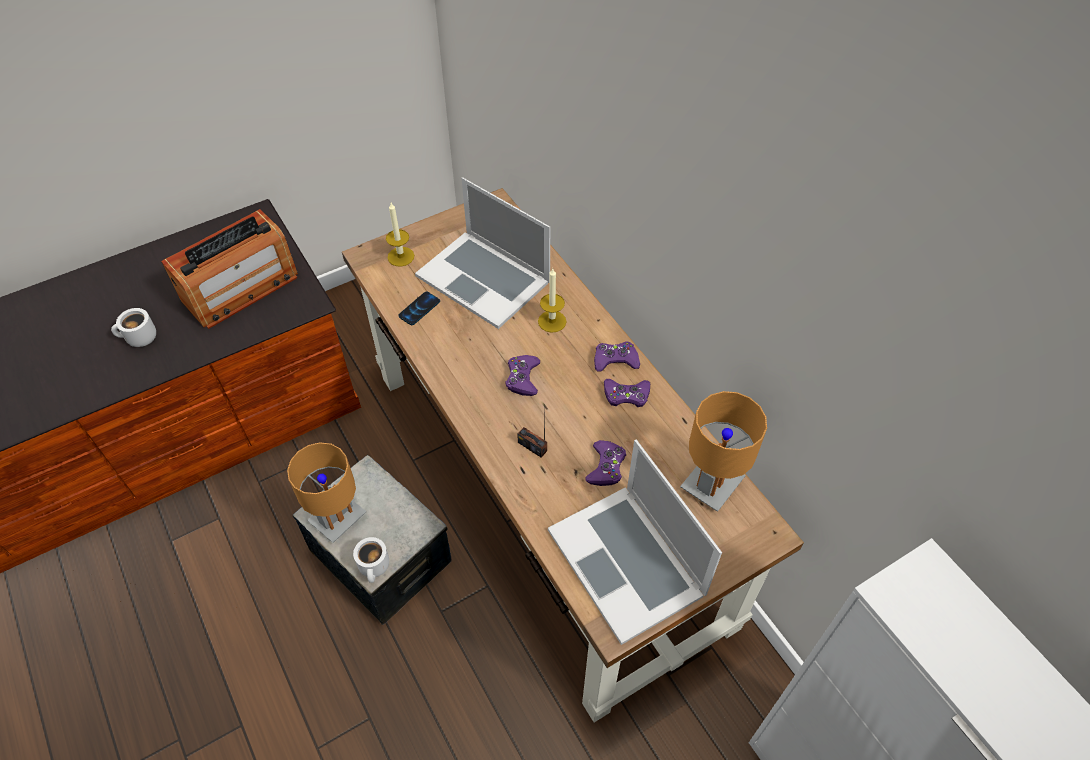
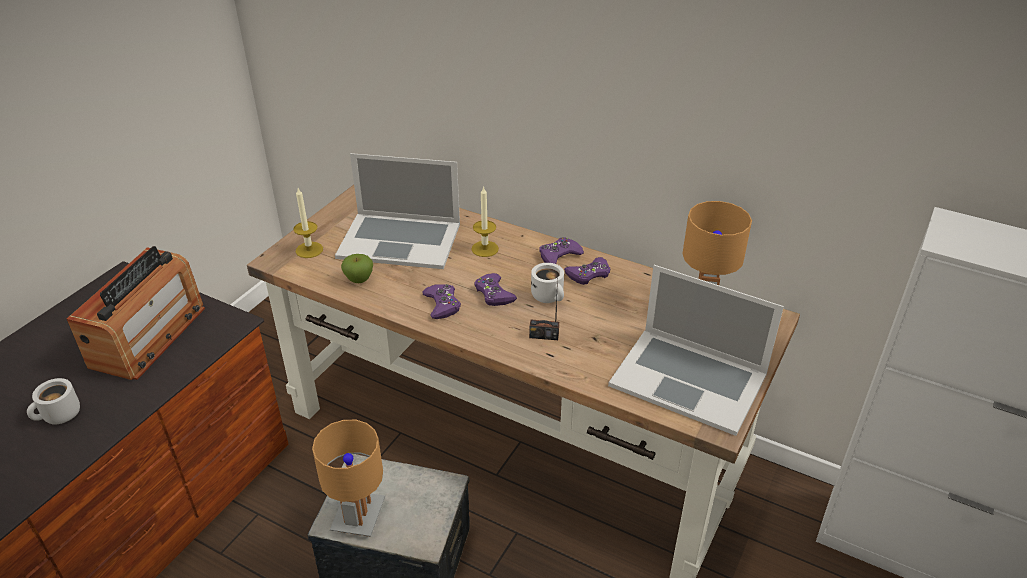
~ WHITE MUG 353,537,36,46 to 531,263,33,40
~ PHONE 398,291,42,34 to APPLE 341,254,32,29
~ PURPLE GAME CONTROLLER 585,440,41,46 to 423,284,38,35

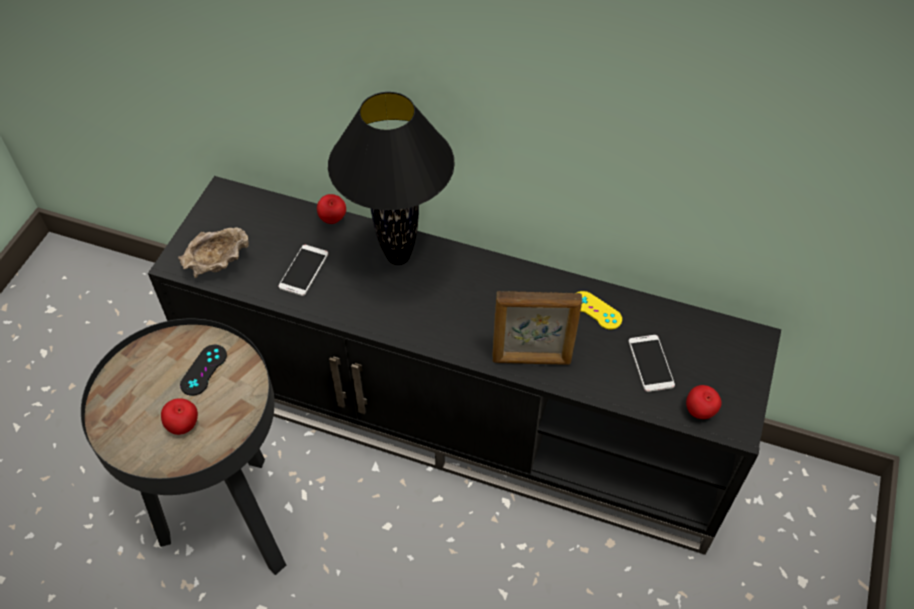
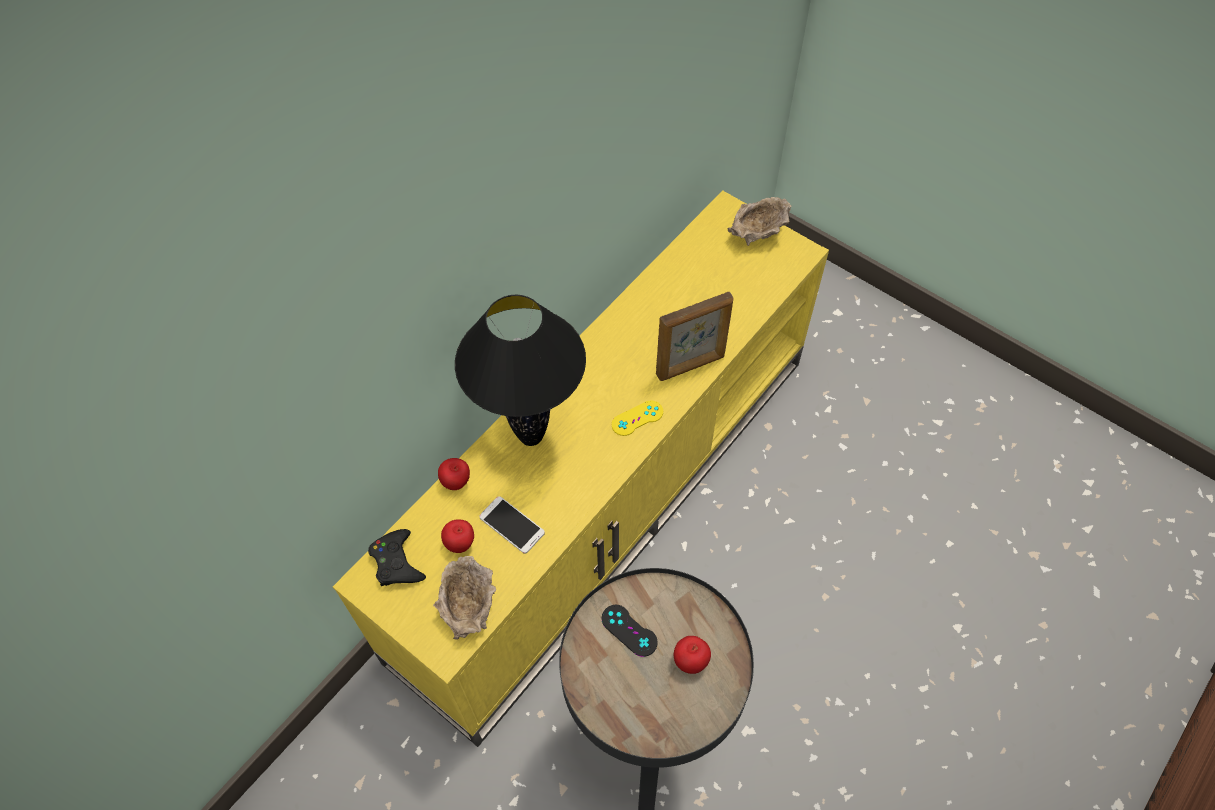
~ BLACK TV STAND 148,176,633,379 to YELLOW TV STAND 333,190,496,557
~ PICTURE FRAME 493,291,89,74 = 656,291,77,90 45 degrees clockwise
~ YELLOW GAME CONTROLLER 577,291,45,38 to 612,400,51,36
- PHONE 628,335,47,57
~ APPLE 686,385,36,34 to 441,519,33,34
+ BLACK GAME CONTROLLER 368,529,58,57
+ BEIGE BOWL 728,197,63,49

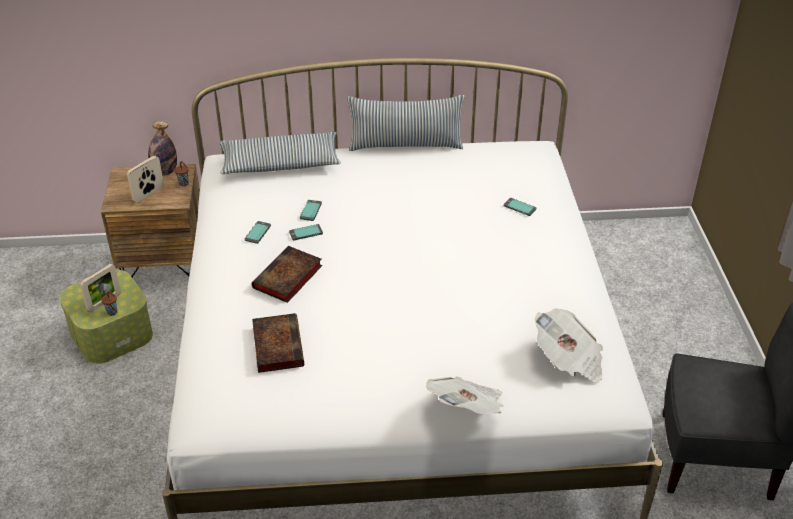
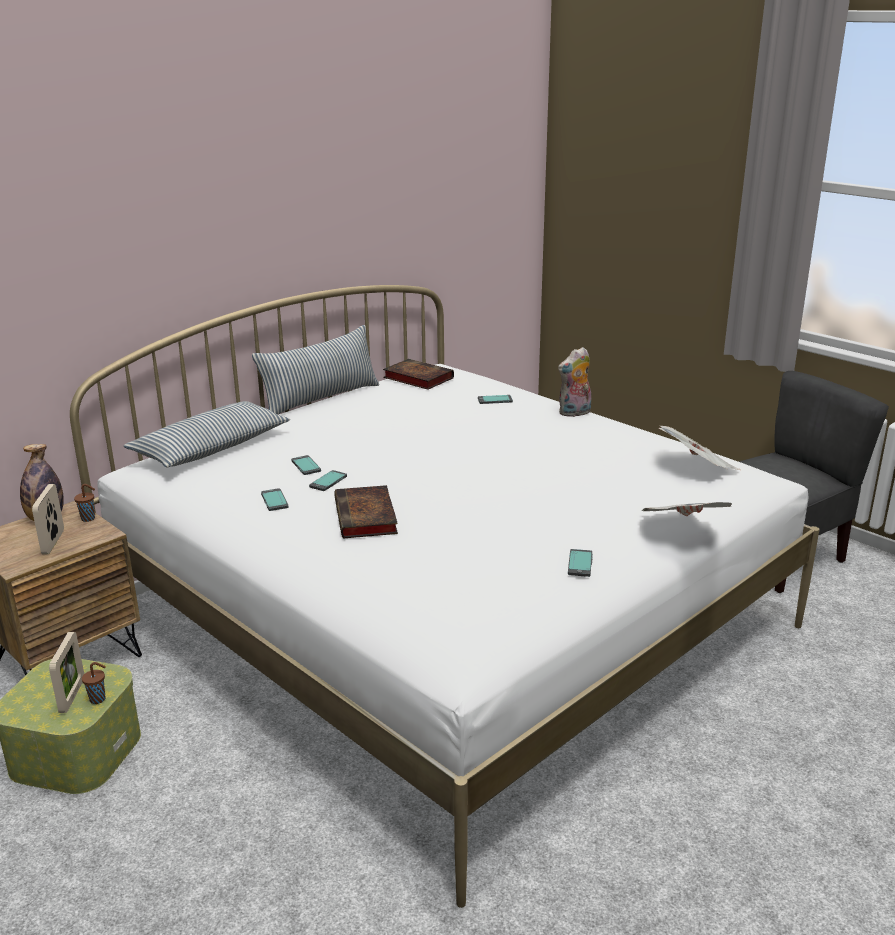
~ BOOK 252,313,52,60 to 383,359,71,31
+ PLUSH TOY 558,347,33,70
+ PHONE 568,549,25,28

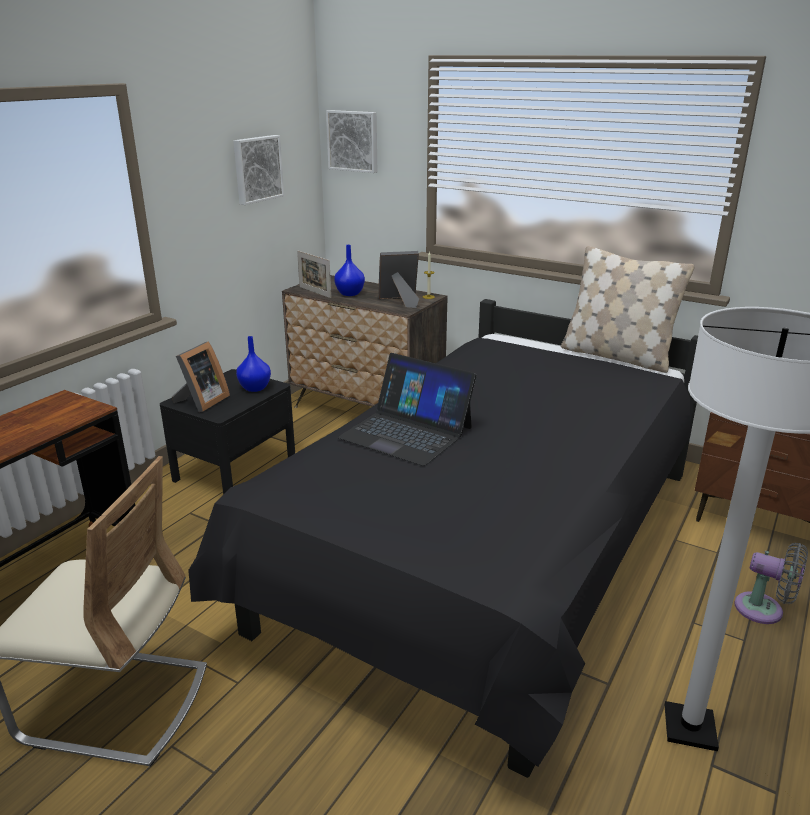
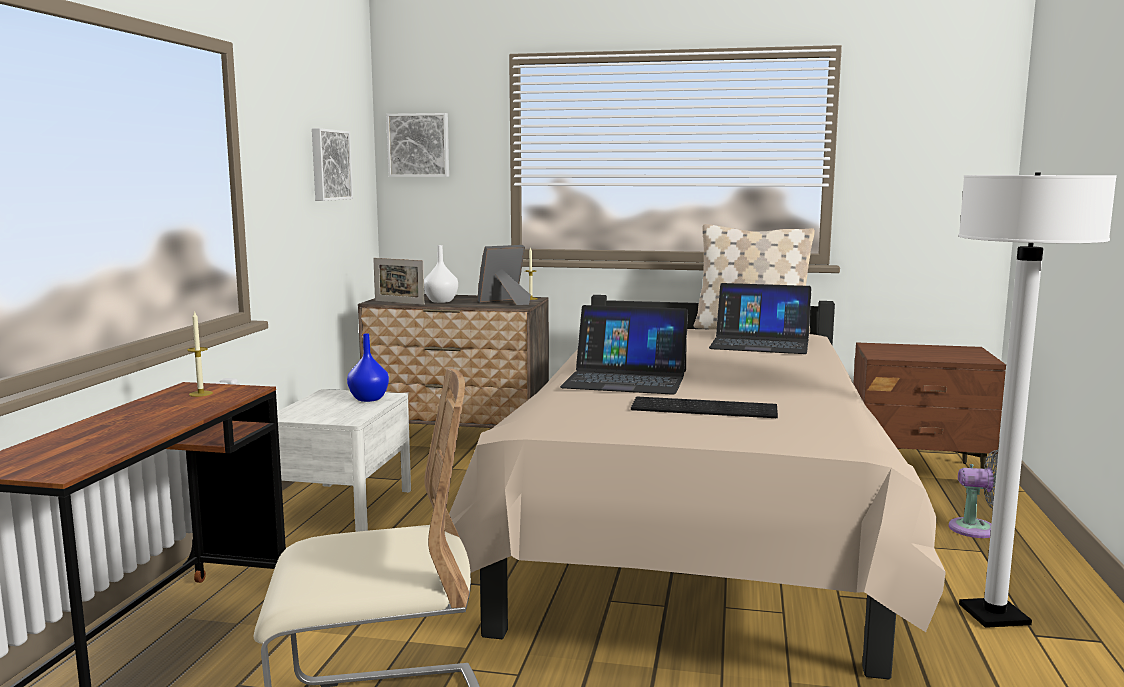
~ BLACK NIGHTSTAND 160,369,135,125 to WHITE NIGHTSTAND 277,389,134,143
- PICTURE FRAME 172,341,58,71
~ BLACK BED 188,299,510,479 to BEIGE BED 449,295,497,384
~ BLUE VASE 334,245,31,51 to WHITE VASE 424,245,34,58
+ CANDLE 187,311,26,86
+ KEYBOARD 631,397,147,21
+ LAPTOP 709,283,102,71

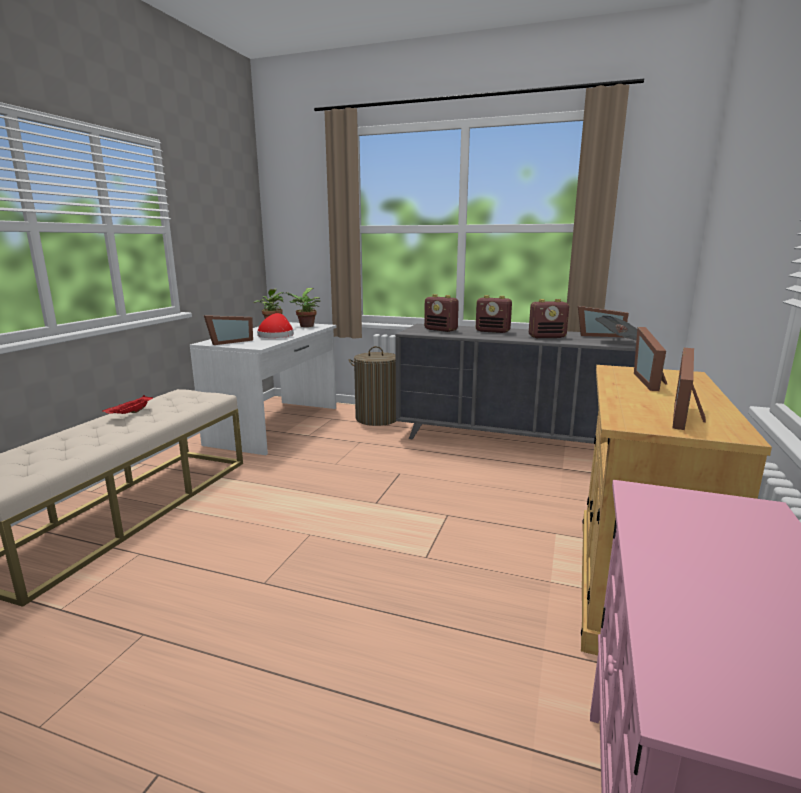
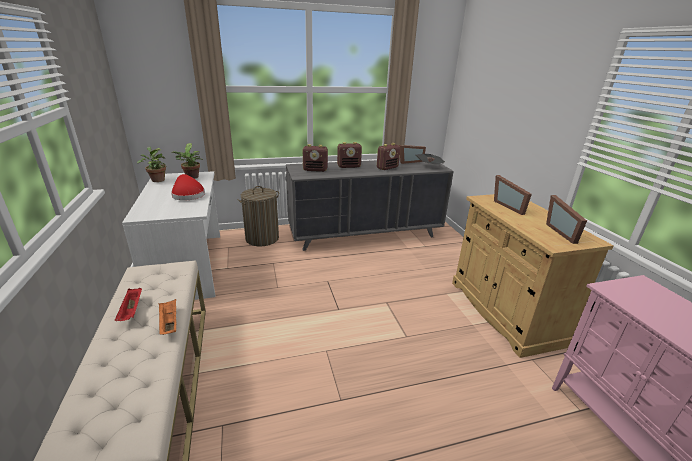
- PICTURE FRAME 204,315,49,30
+ ORANGE TRAY 158,299,18,36

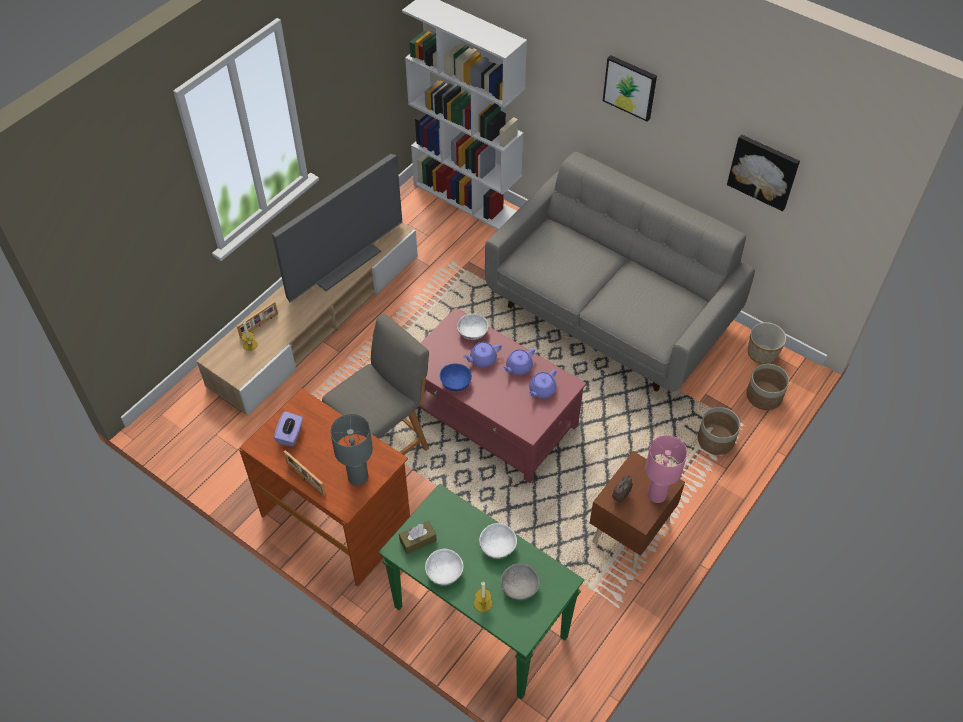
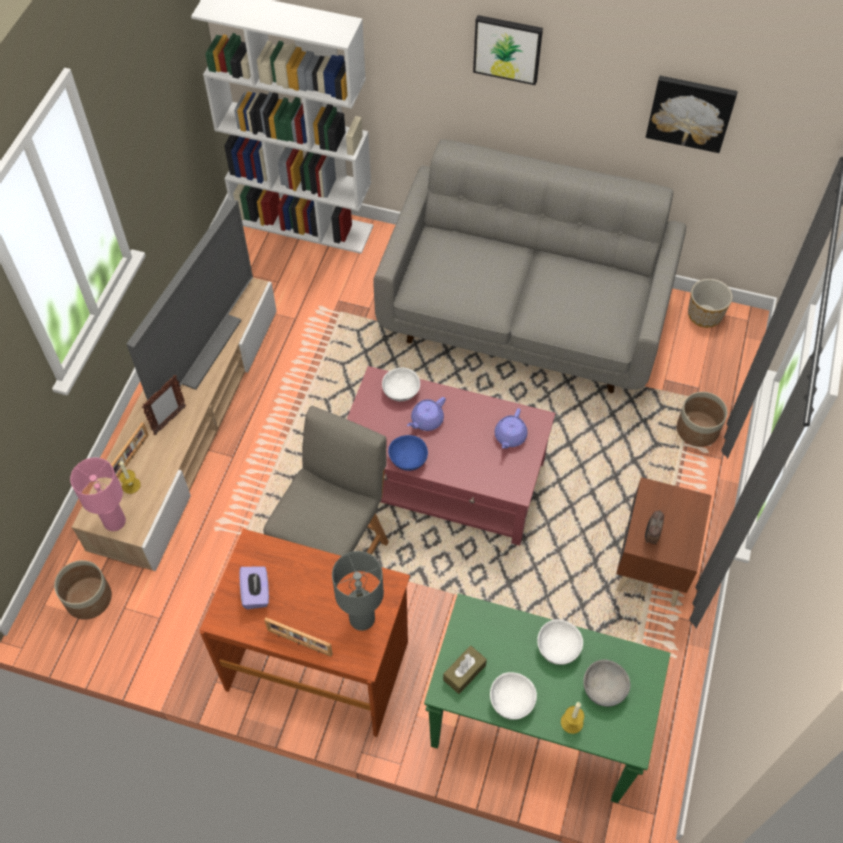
- PURPLE TEAPOT 502,348,33,27
~ PINK TABLE LAMP 645,435,42,68 to 70,458,56,73
~ PLANTER 746,364,43,46 to 54,560,58,60
+ PICTURE FRAME 142,375,44,60

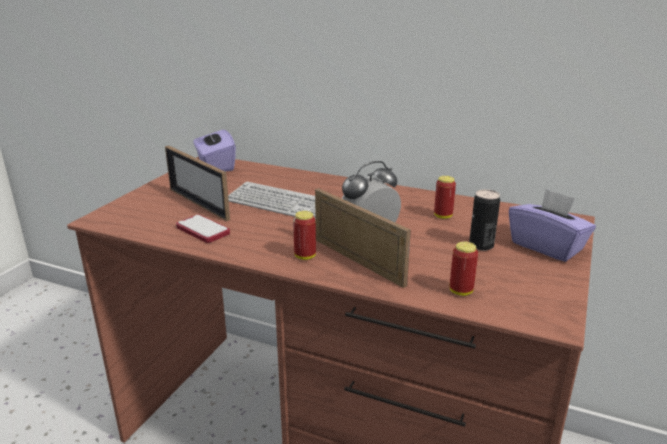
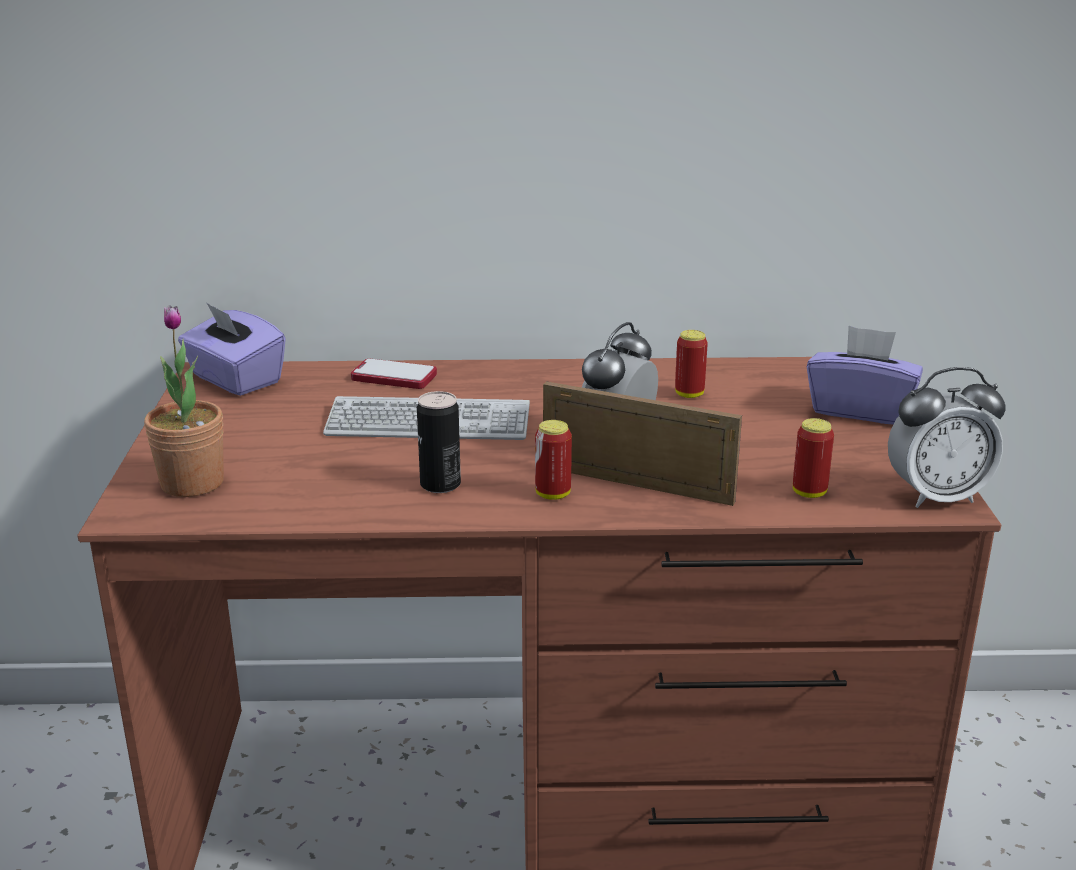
- PICTURE FRAME 165,145,65,76
~ PHONE 176,215,54,28 to 351,359,86,30
~ CAN 469,189,31,62 to 417,391,44,102
+ POTTED PLANT 144,305,80,192
+ ALARM CLOCK 888,367,118,141

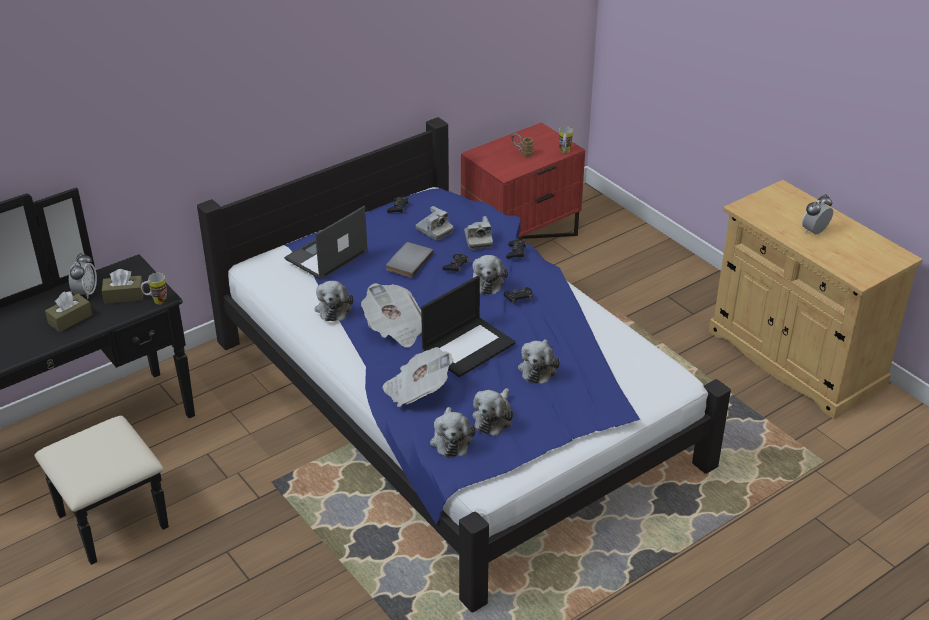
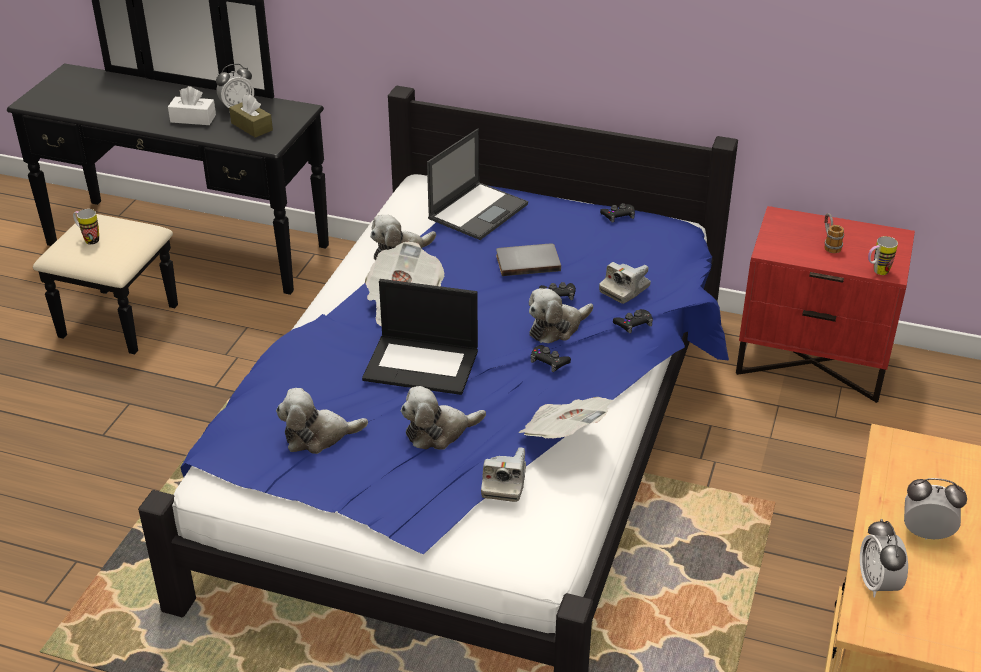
~ BROWN TISSUE BOX 45,291,47,41 to WHITE TISSUE BOX 168,86,48,39
~ MUG 141,273,26,31 to 73,209,26,36
~ LAPTOP 284,206,84,74 = 427,129,101,111 120 degrees clockwise
~ NEWSPAPER 382,347,71,60 to 518,397,95,41
~ PHOTO CAMERA 416,206,38,35 to 481,447,45,55
- PLUSH TOY 430,407,46,50
+ ALARM CLOCK 860,519,48,79

